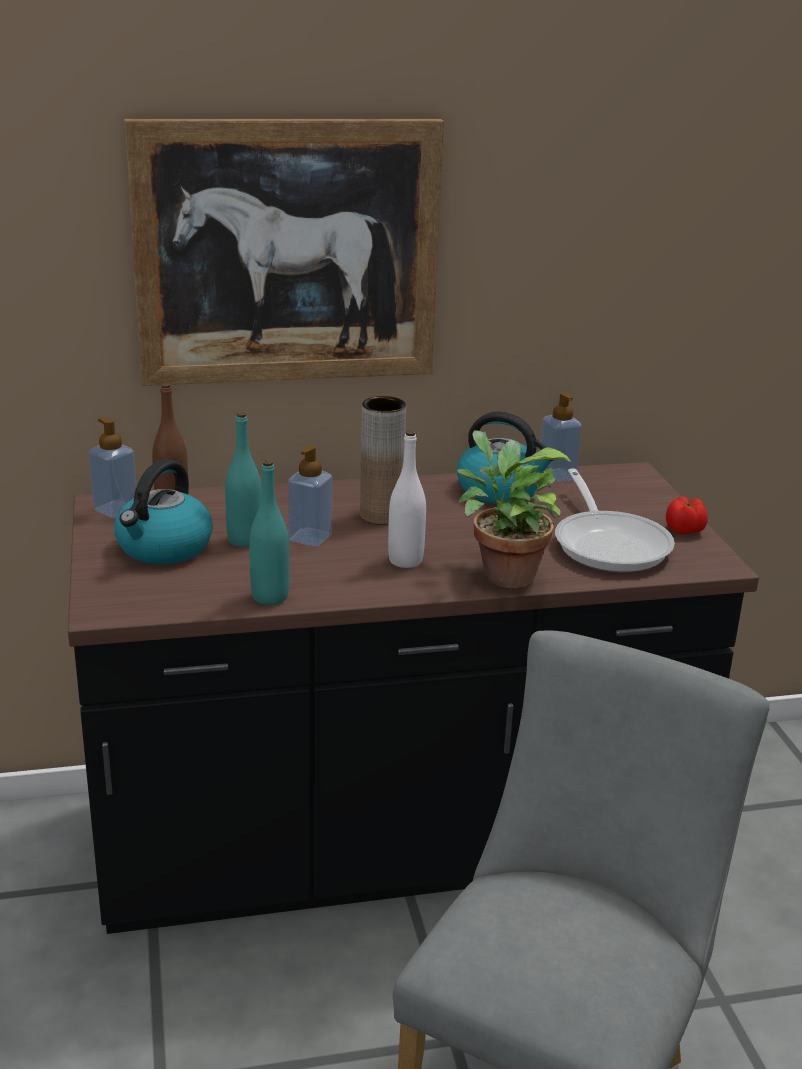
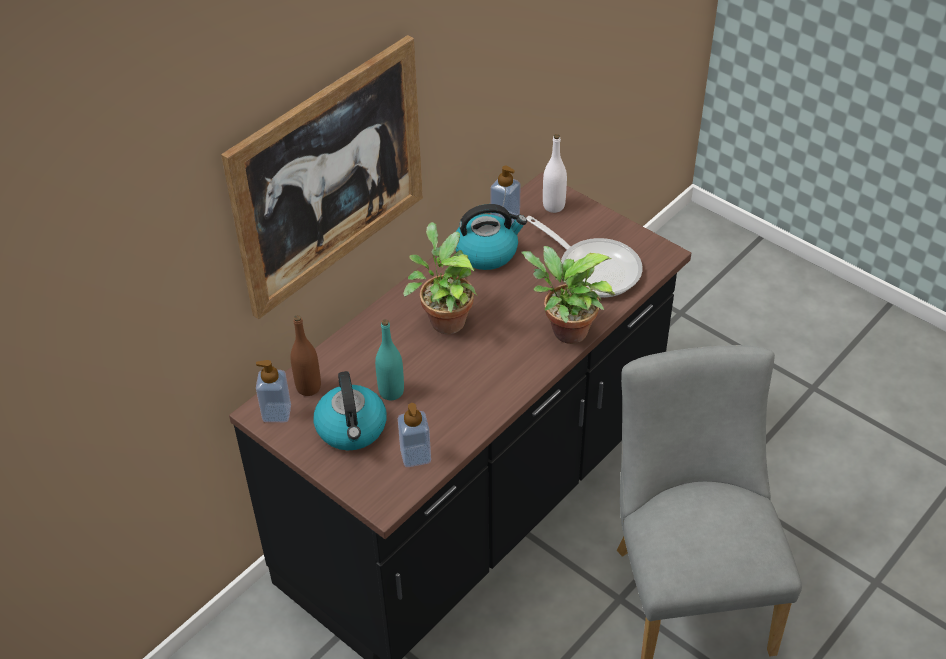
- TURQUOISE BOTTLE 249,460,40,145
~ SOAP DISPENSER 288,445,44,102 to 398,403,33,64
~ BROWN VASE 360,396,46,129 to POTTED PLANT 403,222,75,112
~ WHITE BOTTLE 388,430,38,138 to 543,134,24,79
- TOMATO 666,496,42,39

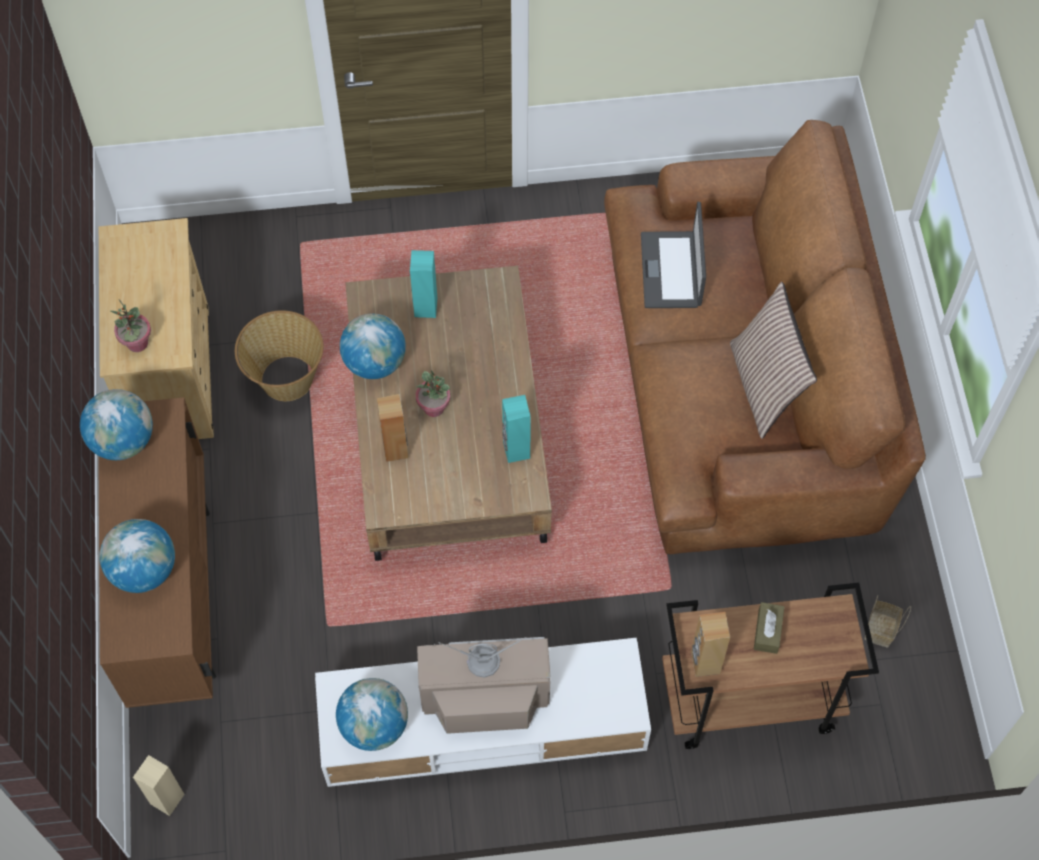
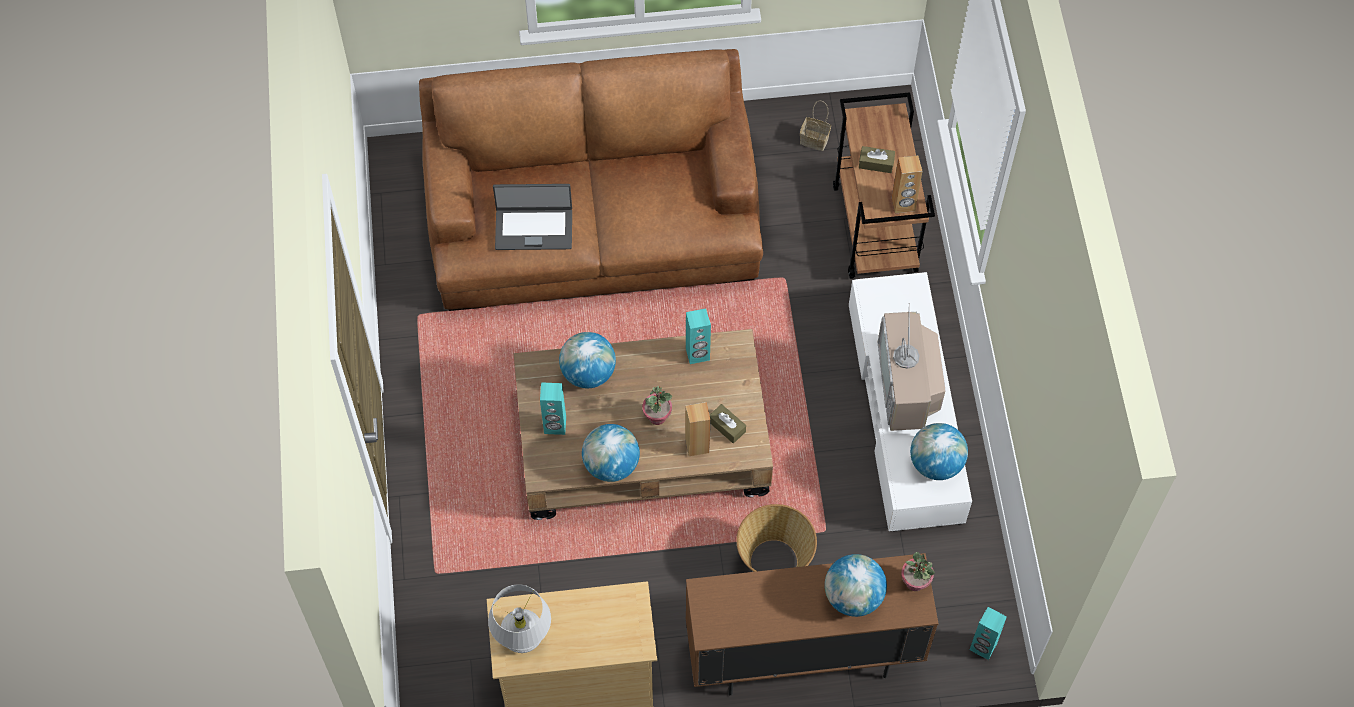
~ GLOBE 80,389,73,71 to 559,332,57,56
~ POTTED PLANT 111,300,40,52 to 901,552,34,39
~ BEIGE SPEAKER 133,755,52,61 to TURQUOISE SPEAKER 969,607,38,53
~ BASKET 235,310,88,91 to 736,504,81,68
- PILLOW 730,282,87,157
+ WHITE TABLE LAMP 488,584,63,69
+ BROWN TISSUE BOX 710,404,36,40

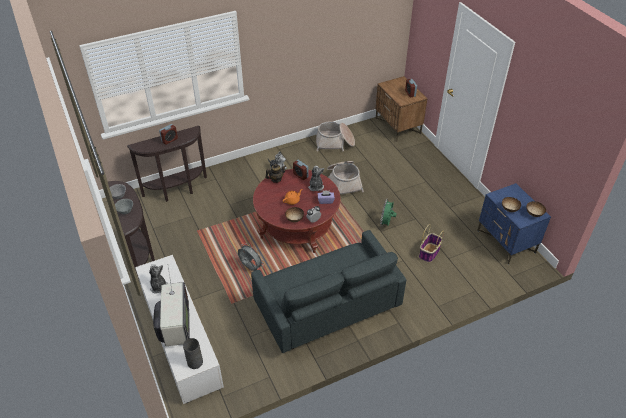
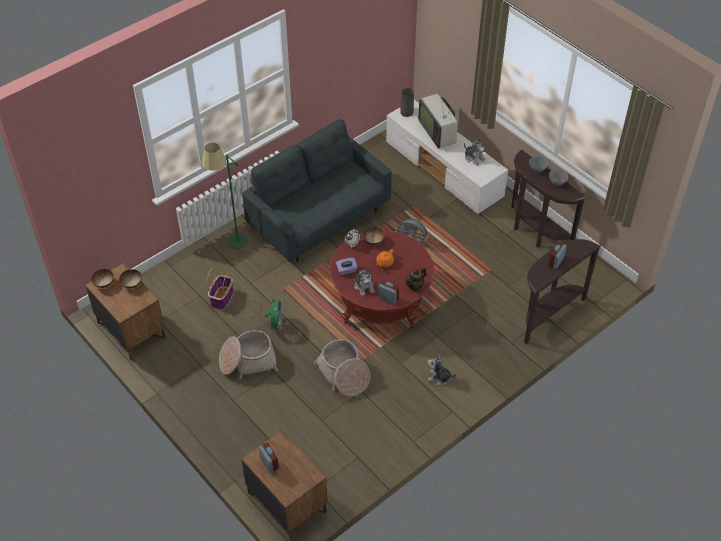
~ BASKET 316,121,39,31 to 219,330,59,49
~ BLUE NIGHTSTAND 477,183,74,82 to BROWN NIGHTSTAND 85,263,81,97
+ GREEN FLOOR LAMP 202,143,46,106

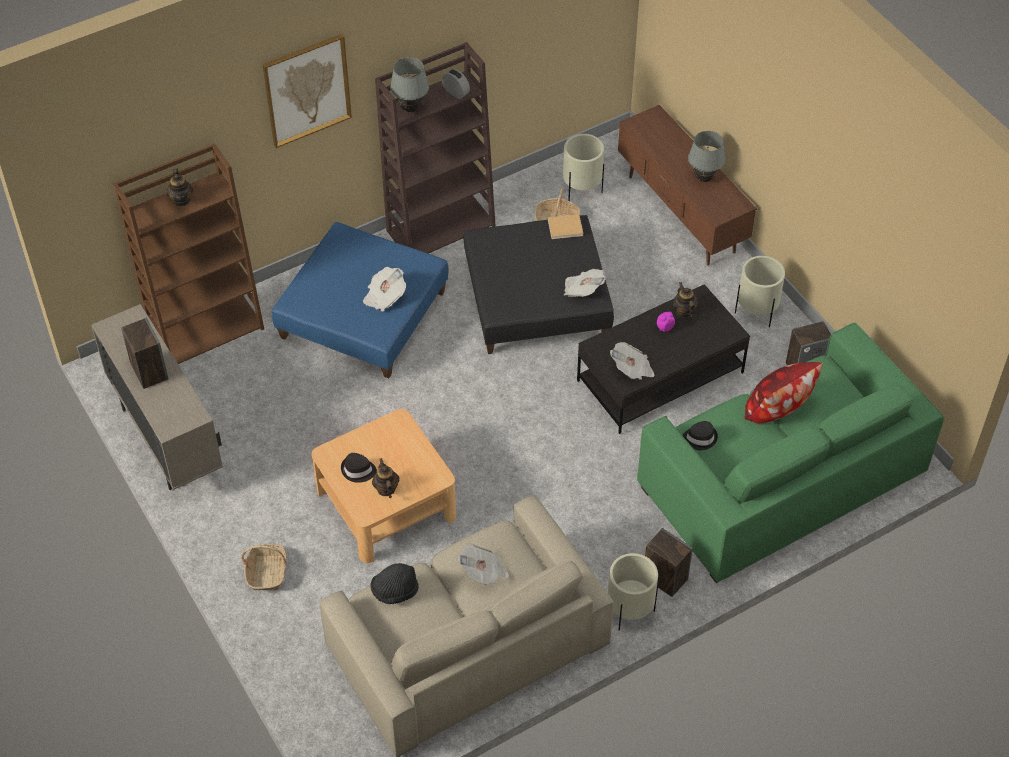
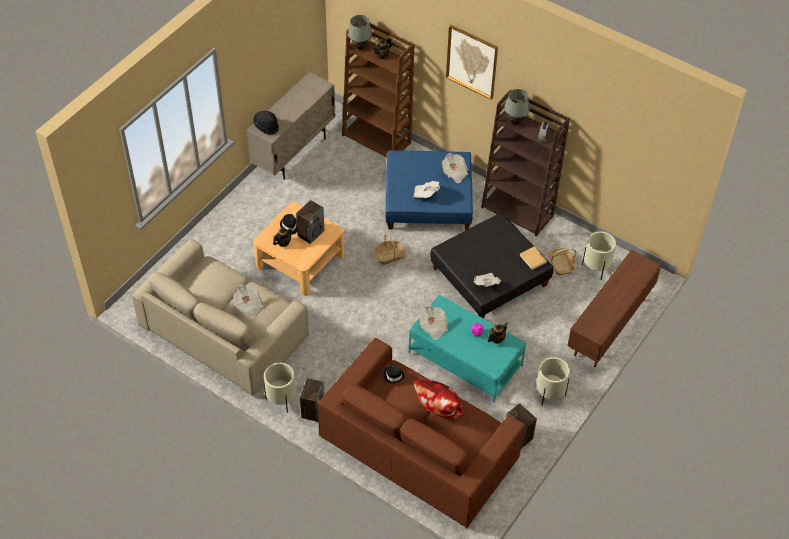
~ SPEAKER 121,318,48,71 to 296,200,29,44
~ BASKET 241,544,45,46 to 373,234,33,31
~ BLACK HAT 371,563,48,41 to 253,111,26,24
~ BLACK COFFEE TABLE 577,284,173,150 to TURQUOISE COFFEE TABLE 409,294,117,108
~ GREEN SOFA 637,323,307,260 to BROWN SOFA 317,338,207,190
~ GREY TABLE LAMP 688,131,37,51 to 348,15,24,35
+ NEWSPAPER 442,153,26,30

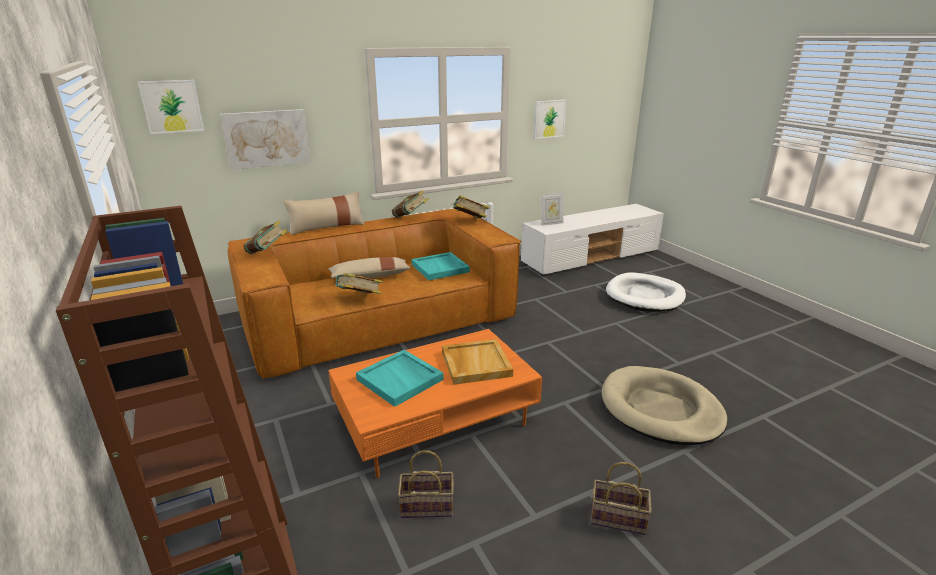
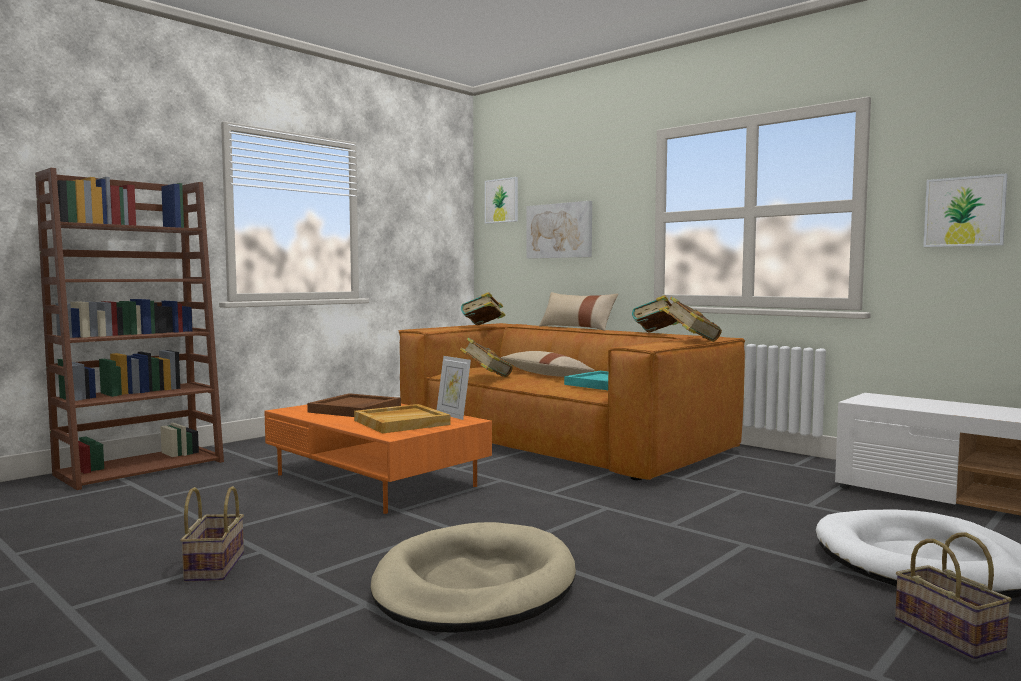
~ TURQUOISE TRAY 356,350,87,57 to BROWN TRAY 307,393,94,24
~ BASKET 398,450,56,68 to 895,532,117,127
~ PICTURE FRAME 541,193,22,33 to 437,356,34,64

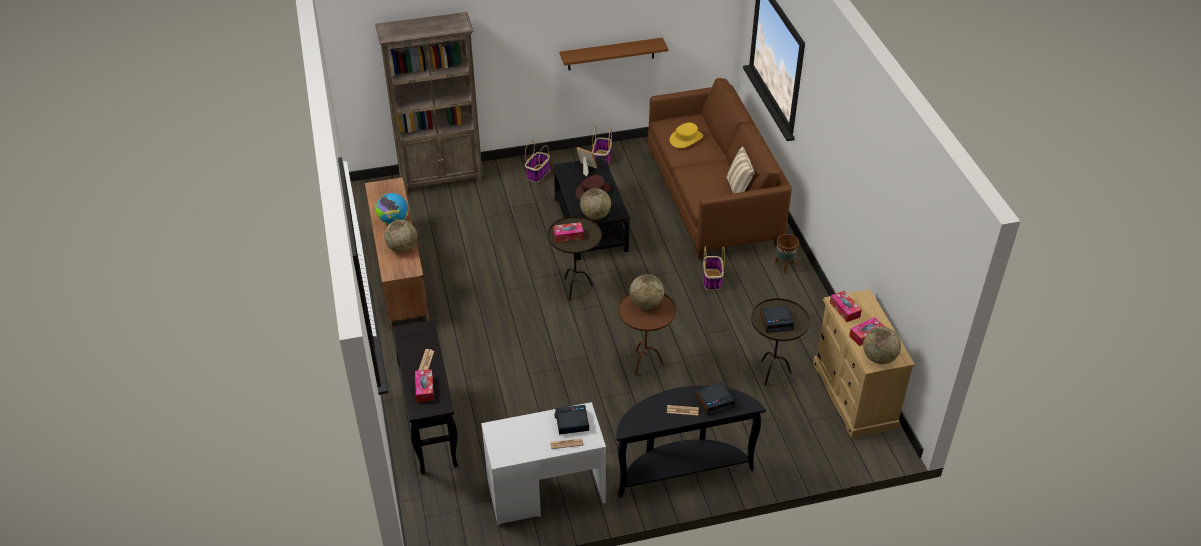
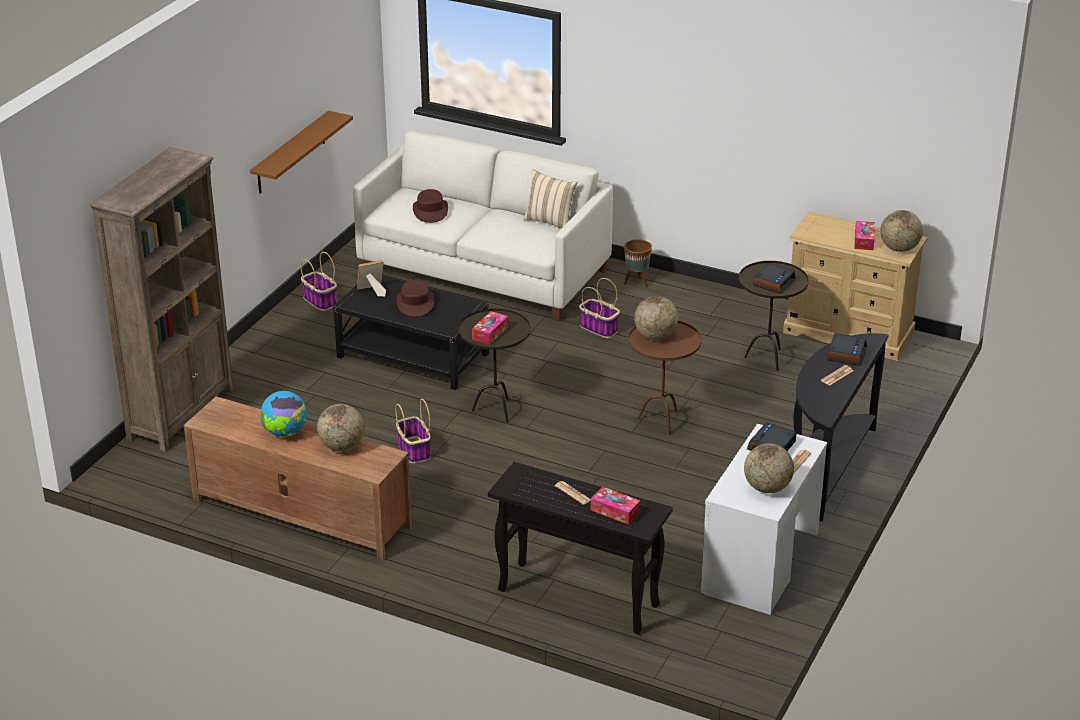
~ BASKET 525,140,25,42 to 395,399,36,64
~ GLOBE 580,188,31,32 to 744,443,50,50
~ BROWN SOFA 648,78,144,181 to WHITE SOFA 353,131,260,190
~ YELLOW HAT 670,123,33,25 to BROWN HAT 413,189,35,34
- TISSUE BOX 830,291,32,31

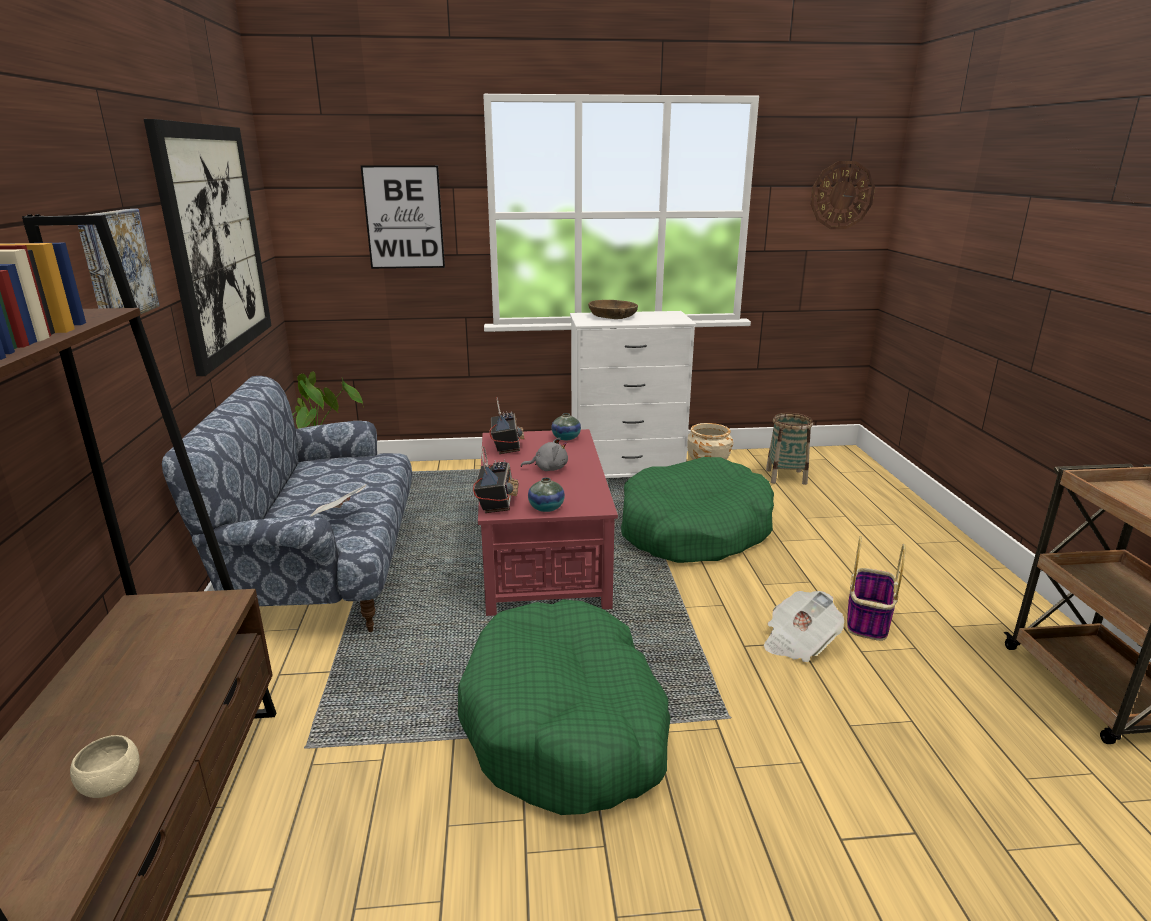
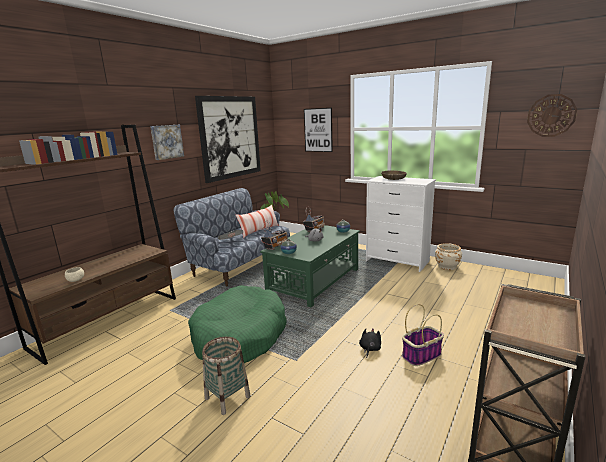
~ RED COFFEE TABLE 478,429,140,187 to GREEN COFFEE TABLE 260,225,100,82
- GREEN DOG BED 621,457,153,106
~ NEWSPAPER 764,591,80,71 to BLACK PLUSH TOY 359,328,22,30
~ BASKET 766,413,47,72 to 202,337,48,78
+ PILLOW 236,205,43,33

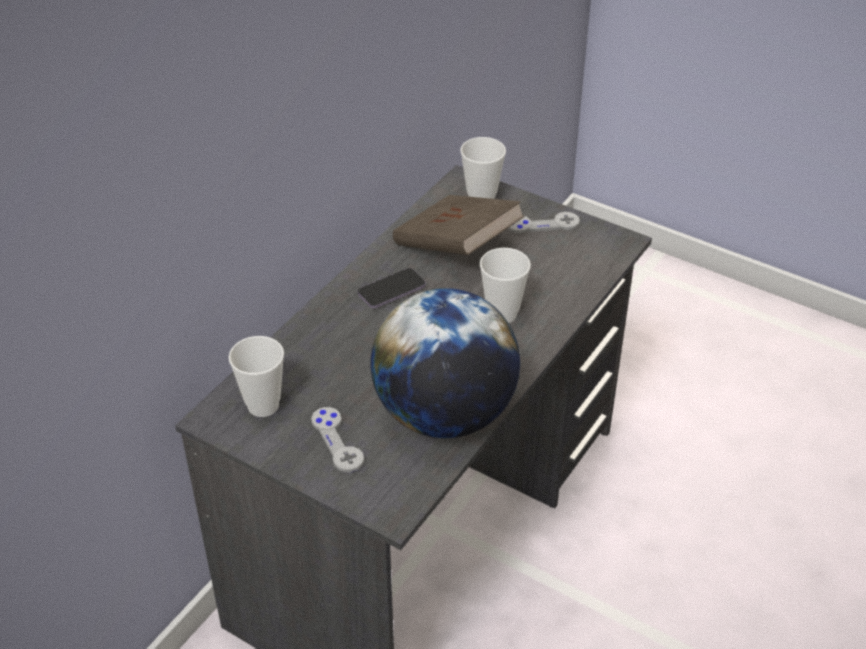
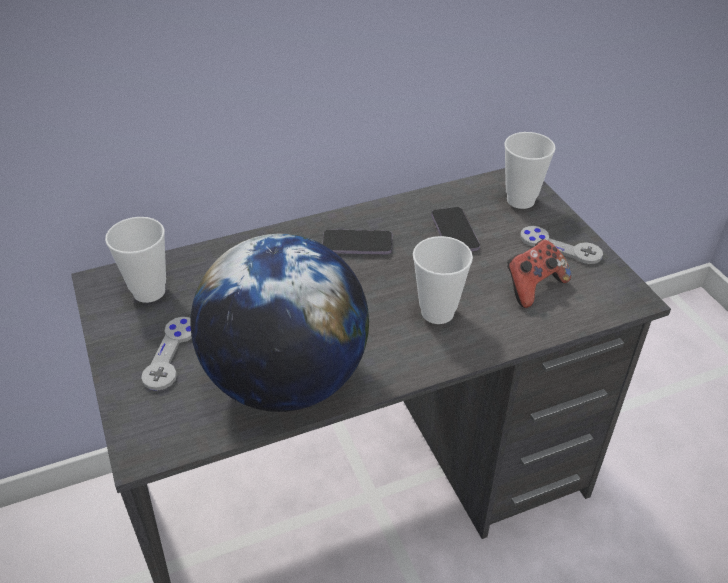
~ BROWN BOOK 393,195,132,60 to PHONE 431,207,49,44
+ GAME CONTROLLER 507,239,64,69

